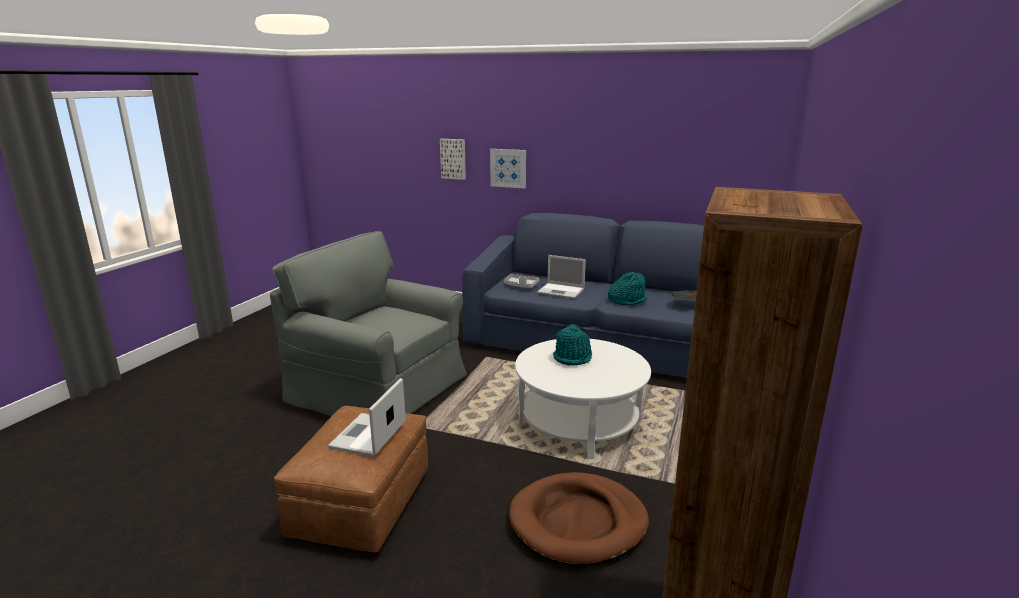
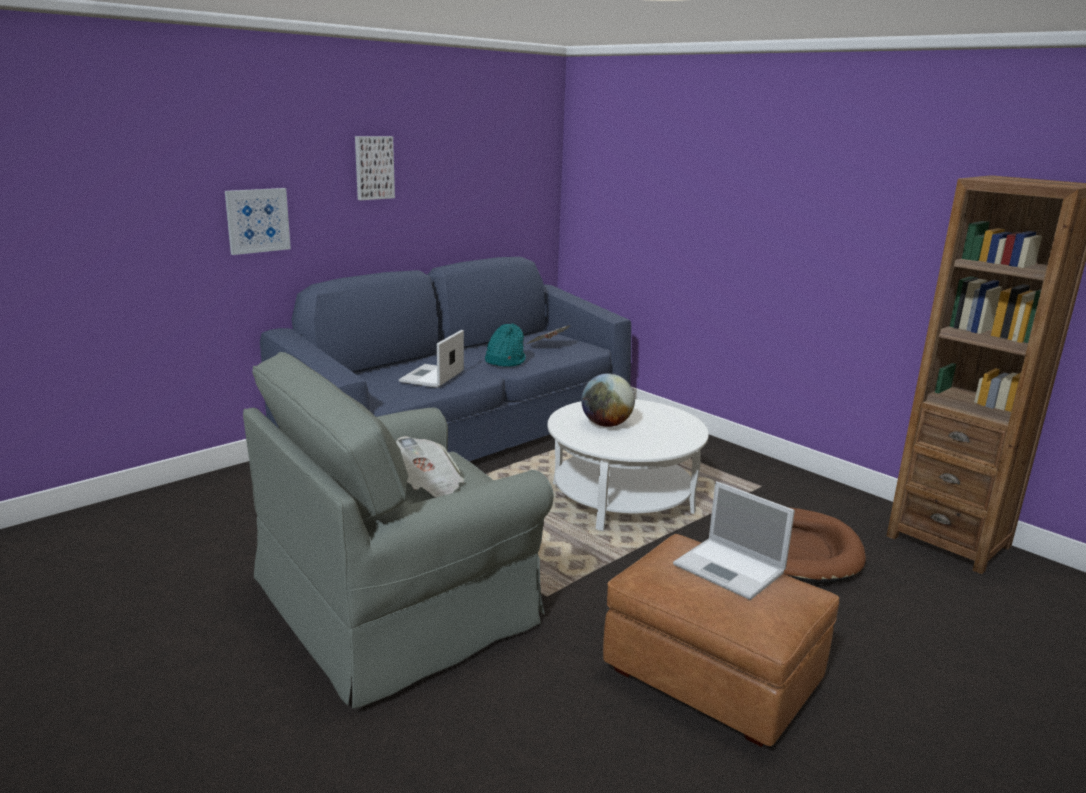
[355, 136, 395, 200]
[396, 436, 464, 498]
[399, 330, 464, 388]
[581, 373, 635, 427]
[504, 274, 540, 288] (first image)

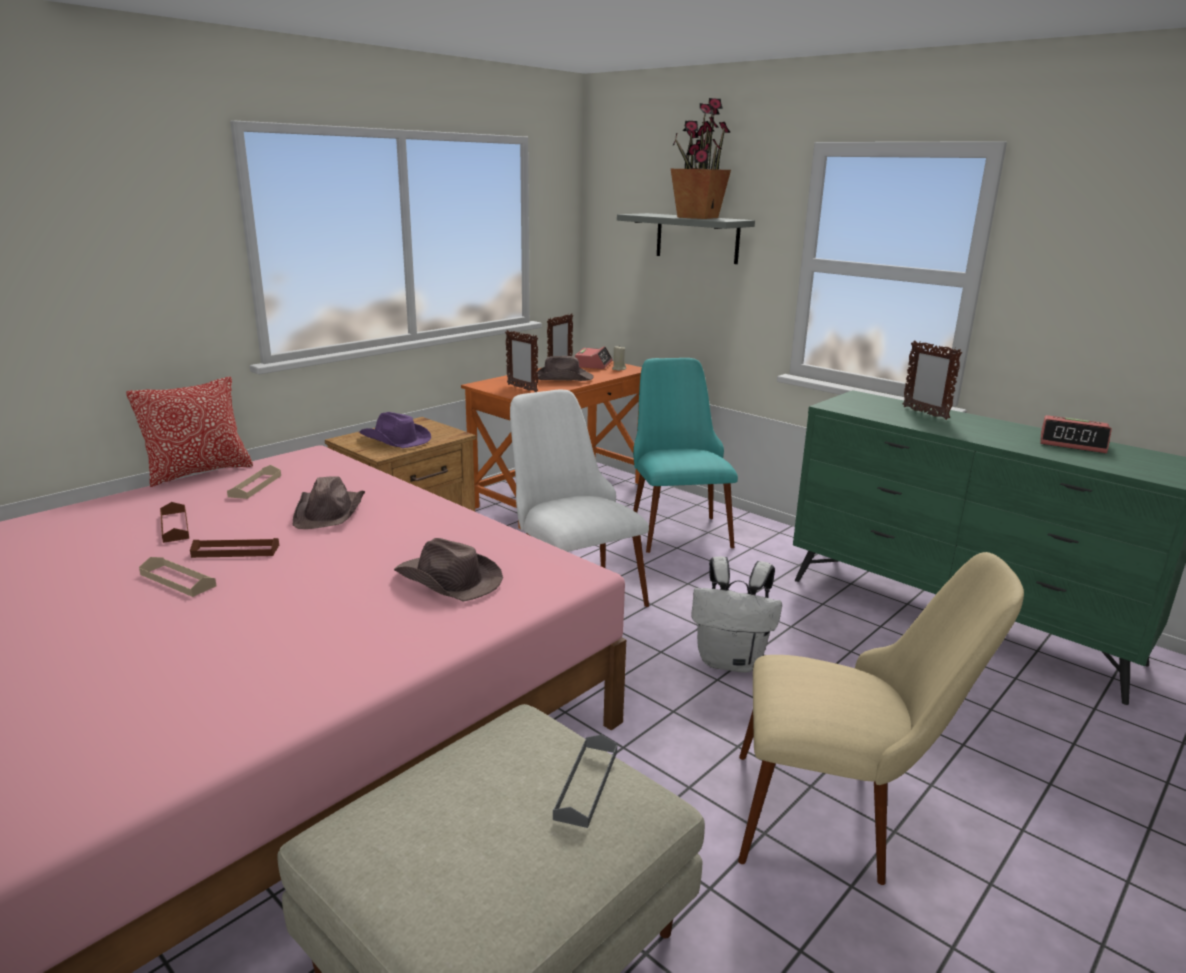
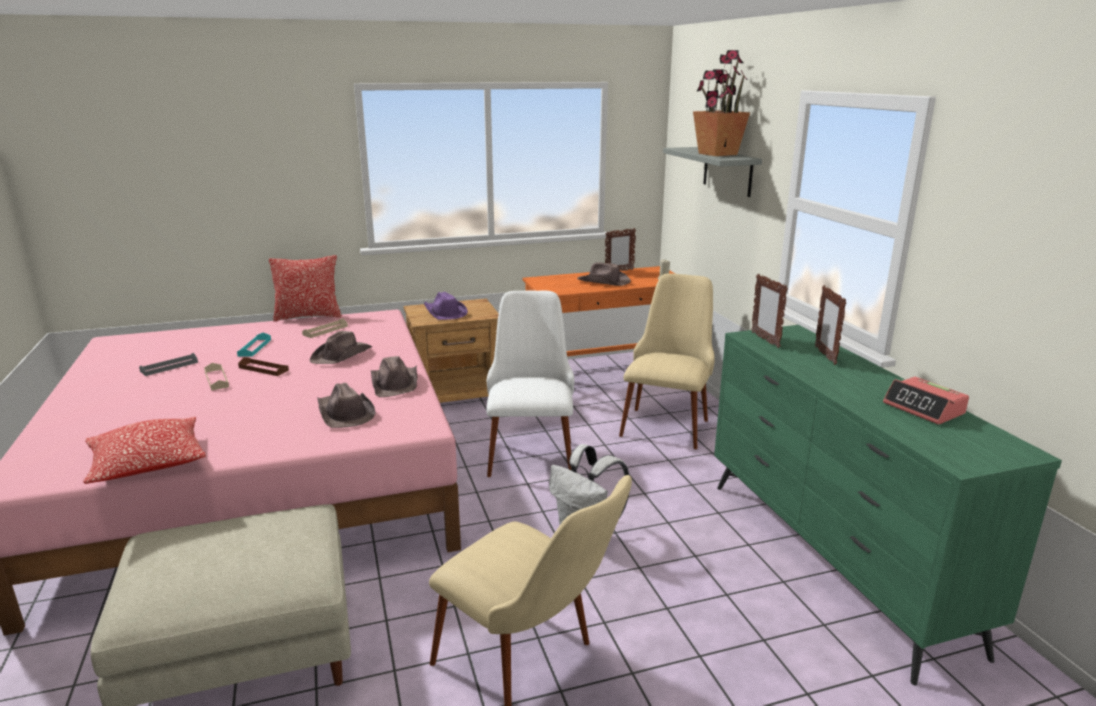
[83, 417, 206, 484]
[139, 353, 198, 376]
[237, 332, 271, 357]
[371, 356, 418, 397]
[619, 273, 715, 449]
[751, 274, 788, 348]
[575, 346, 613, 369] (first image)

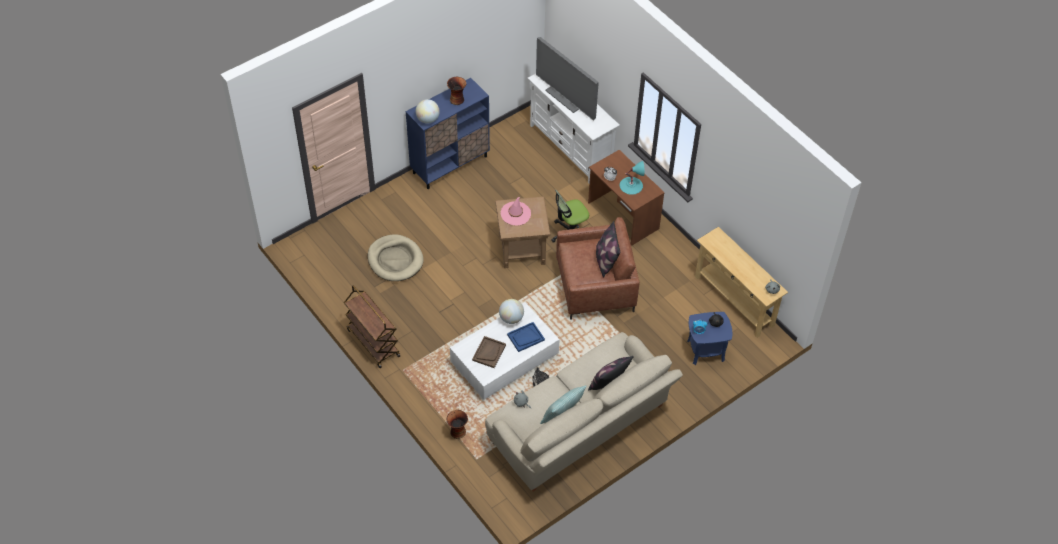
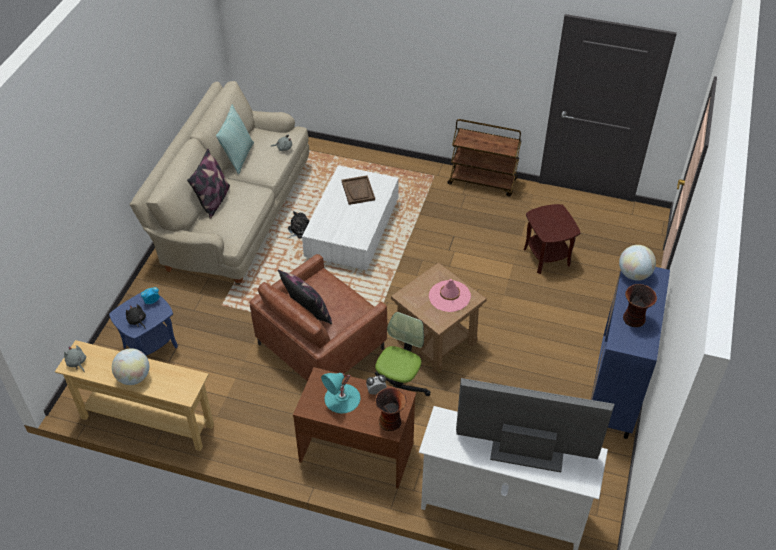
[112, 348, 149, 385]
[375, 388, 406, 431]
[524, 204, 581, 274]
[507, 322, 545, 352] (first image)

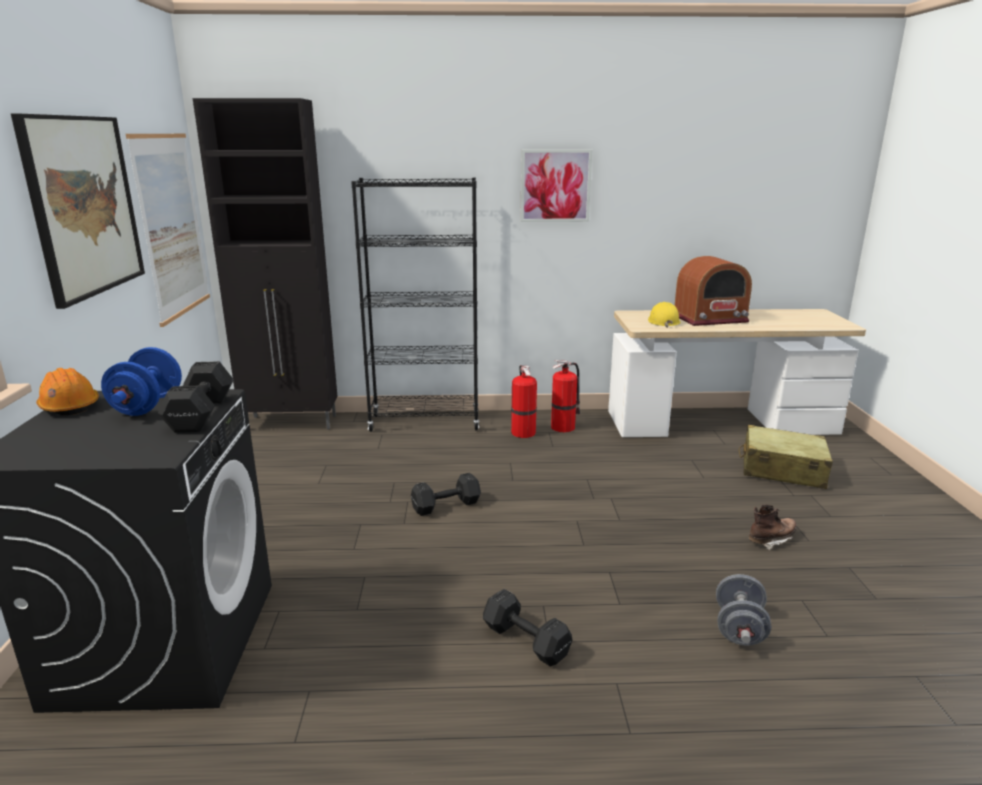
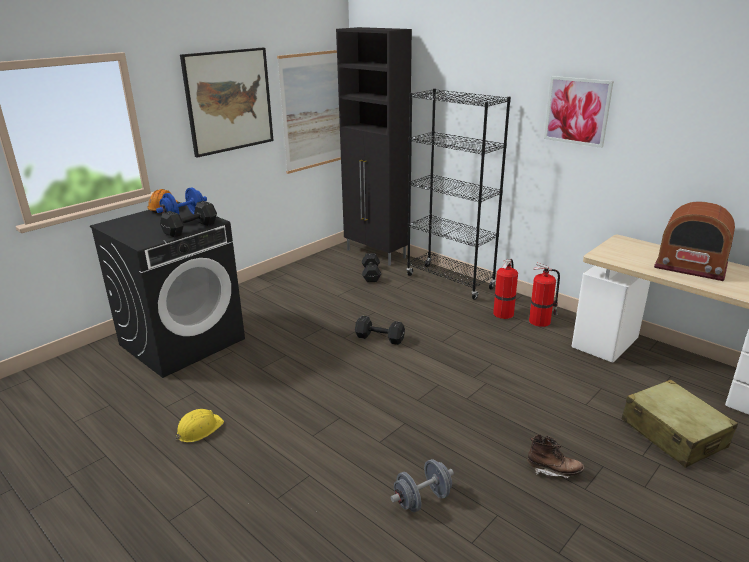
[176, 409, 224, 443]
[362, 253, 381, 282]

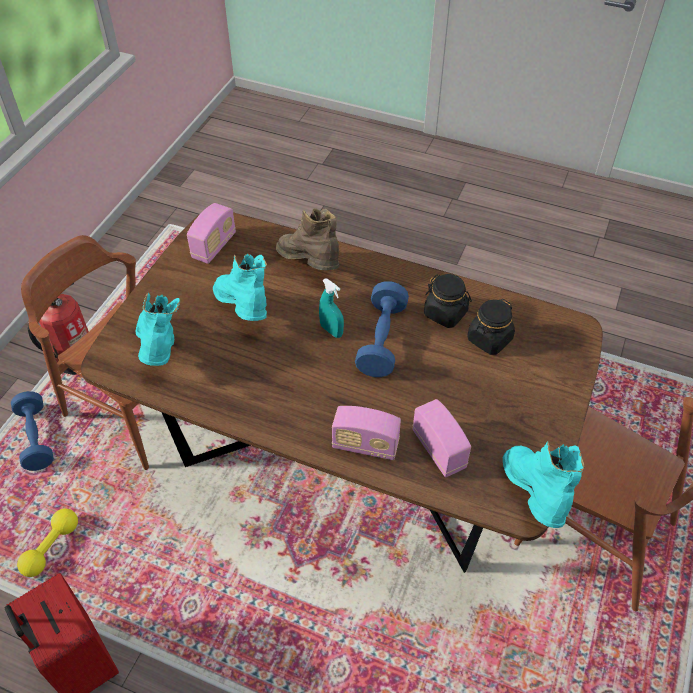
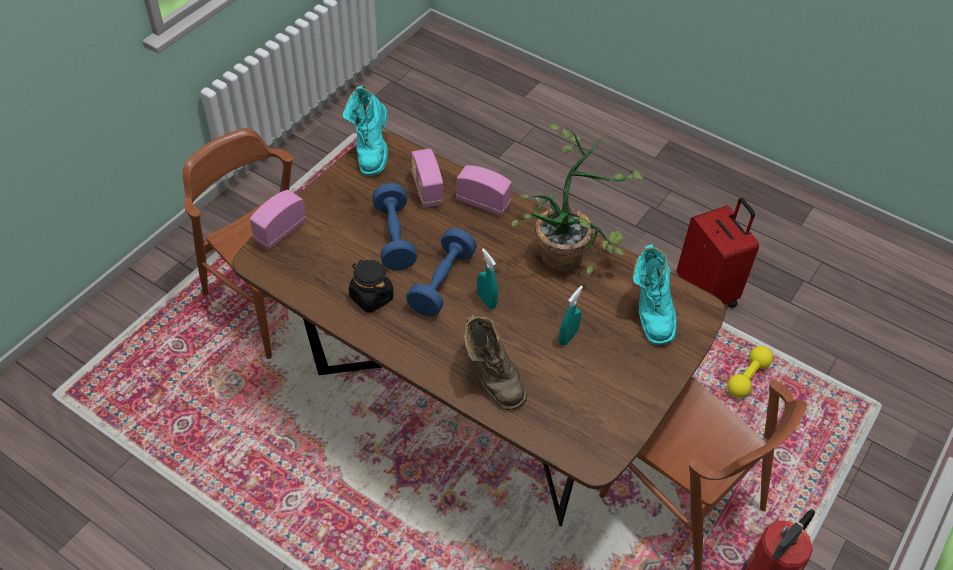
[250, 190, 306, 250]
[372, 183, 417, 270]
[512, 124, 644, 275]
[559, 285, 583, 345]
[468, 299, 515, 355] (first image)

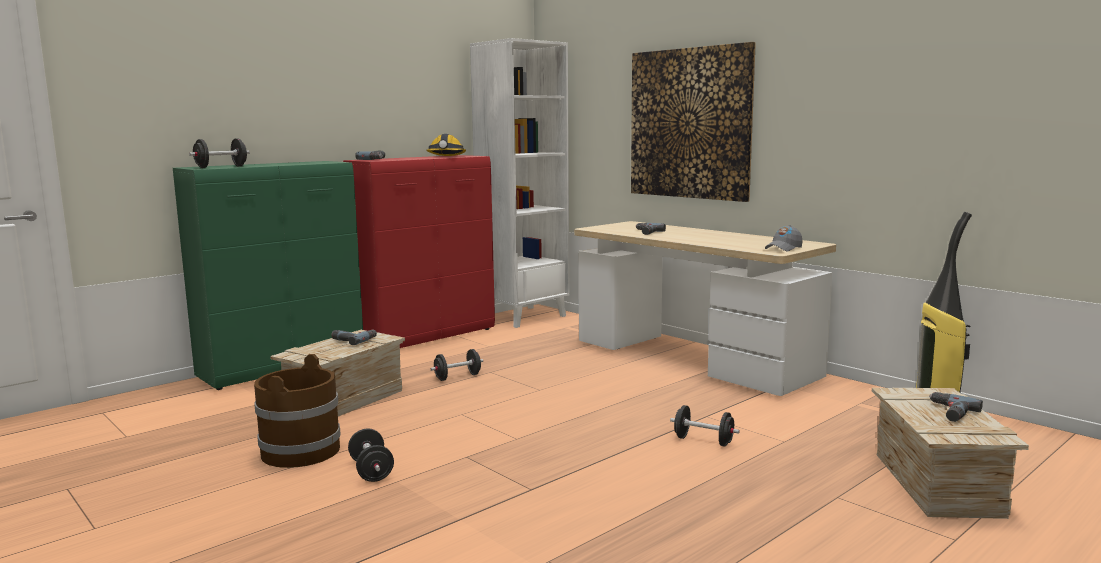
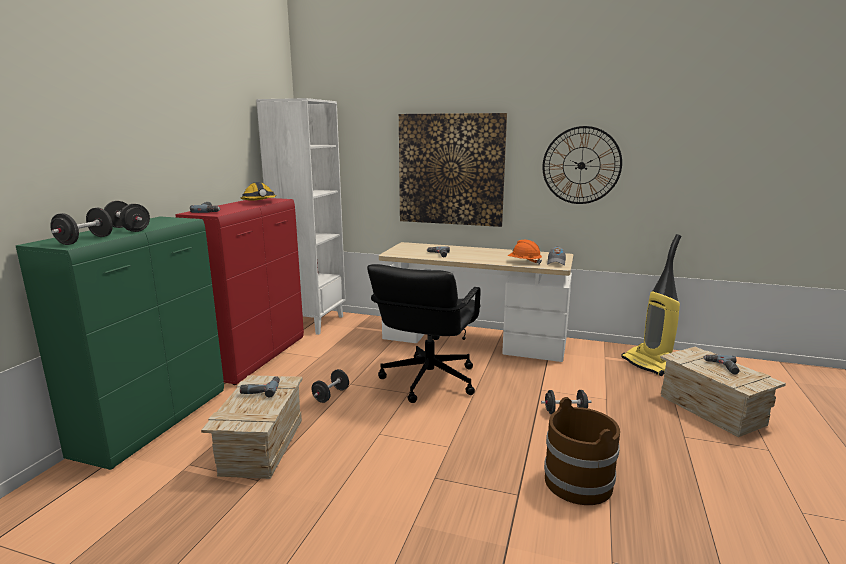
[104, 201, 150, 232]
[367, 264, 481, 403]
[508, 240, 542, 264]
[543, 126, 622, 204]
[544, 397, 620, 505]

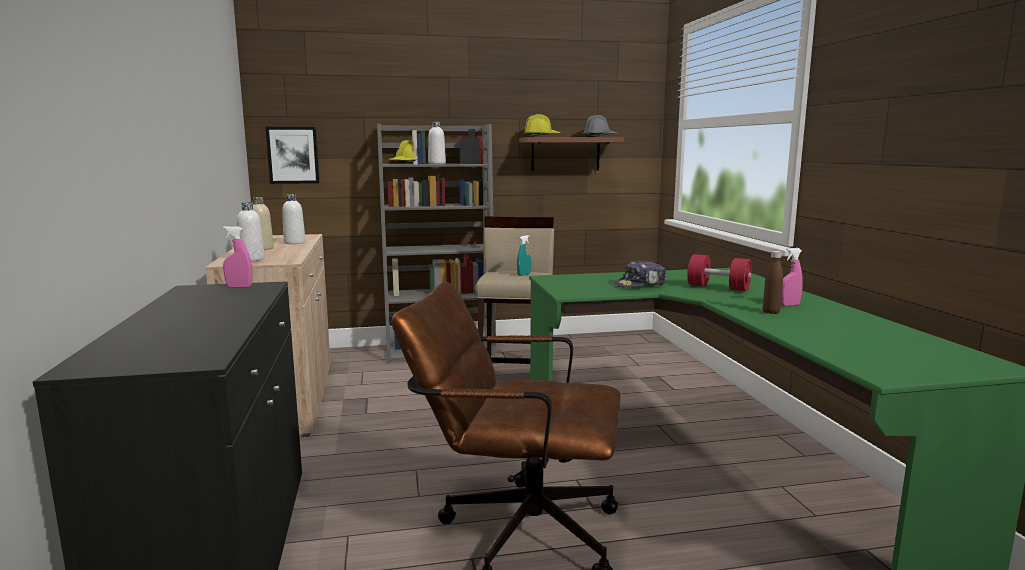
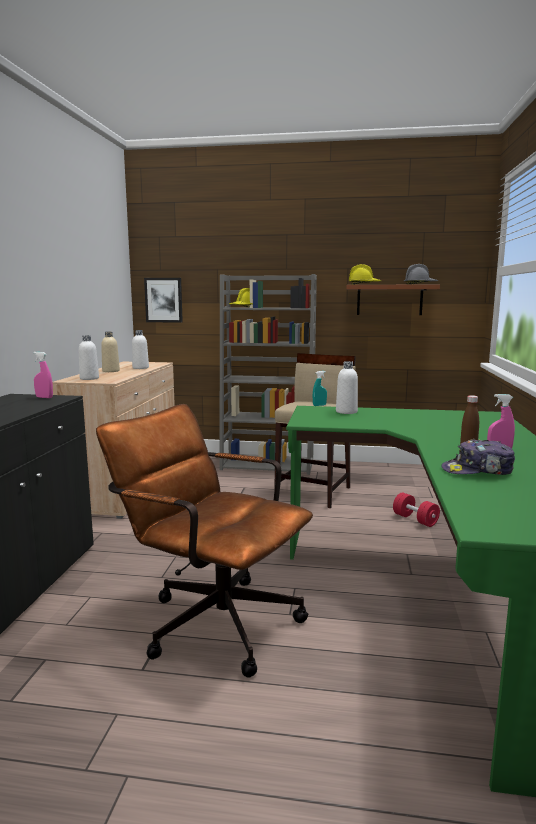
[336, 361, 358, 414]
[393, 492, 440, 527]
[441, 439, 515, 475]

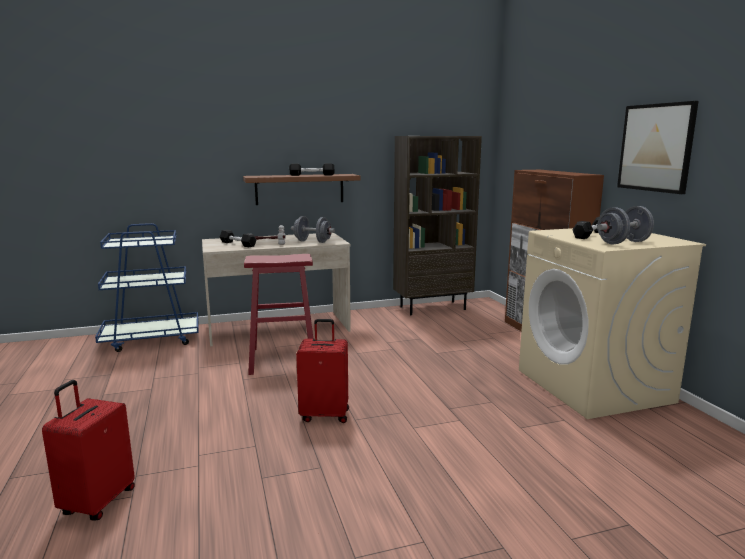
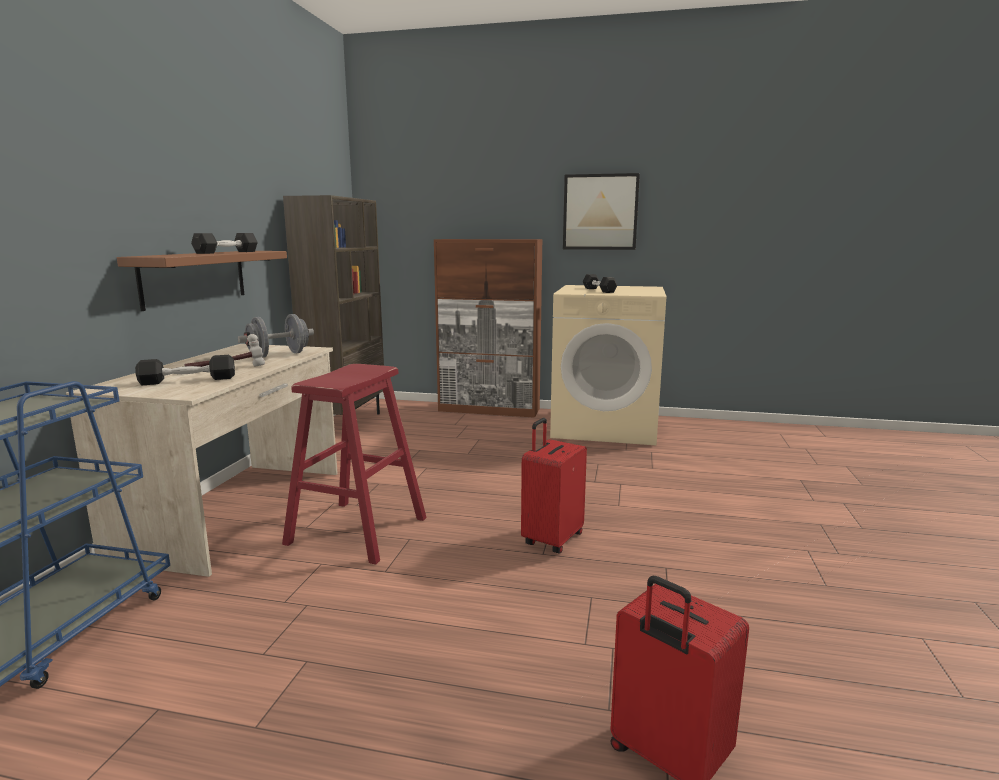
[597, 206, 654, 244] (first image)

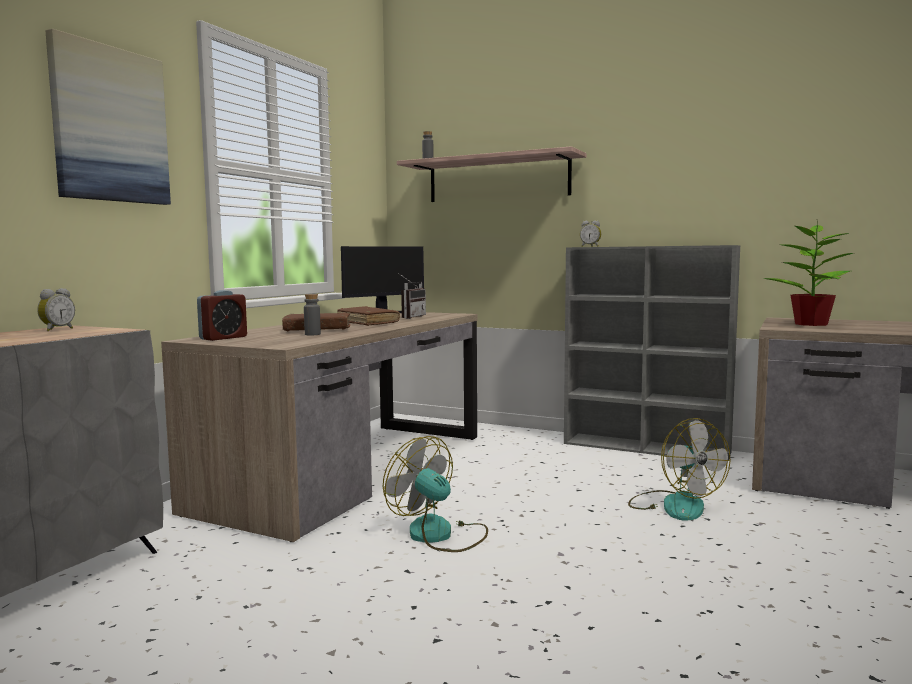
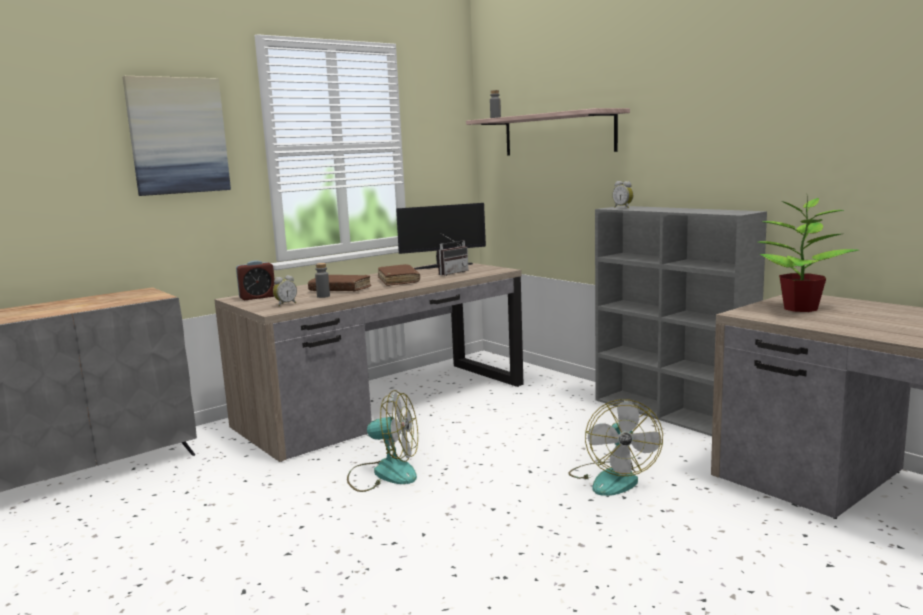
[273, 275, 297, 306]
[347, 390, 418, 492]

